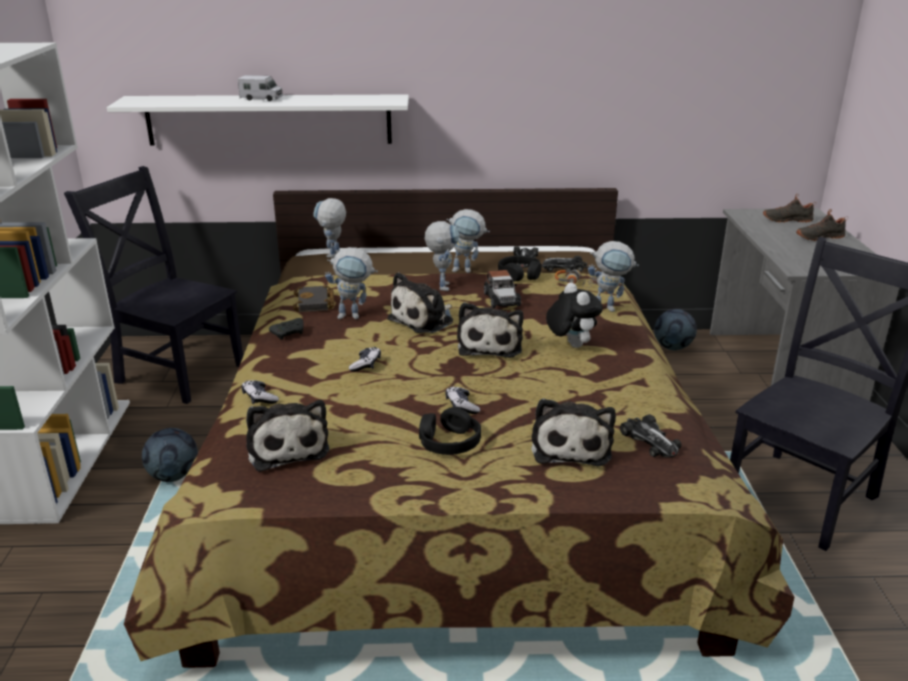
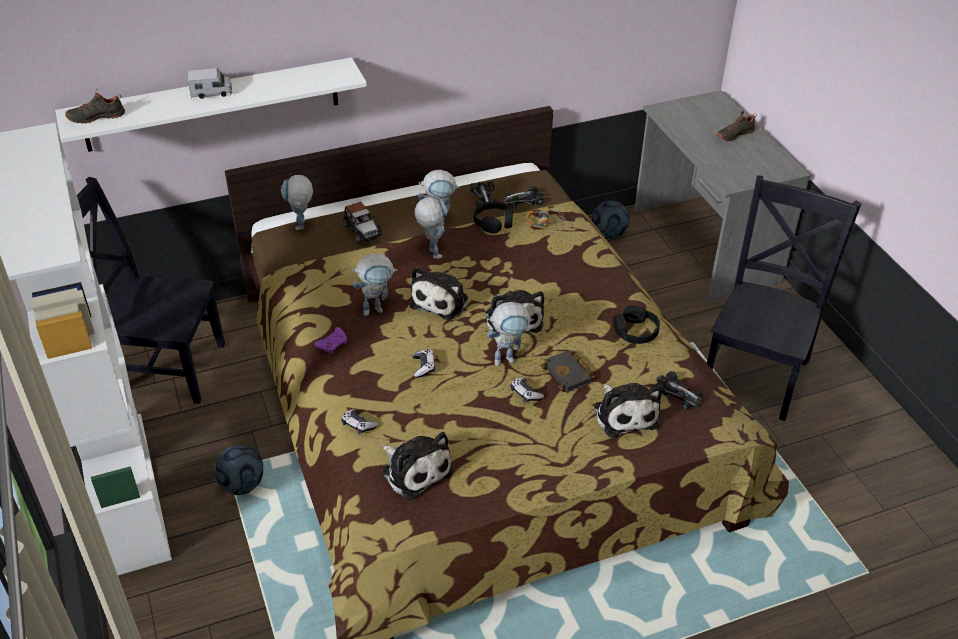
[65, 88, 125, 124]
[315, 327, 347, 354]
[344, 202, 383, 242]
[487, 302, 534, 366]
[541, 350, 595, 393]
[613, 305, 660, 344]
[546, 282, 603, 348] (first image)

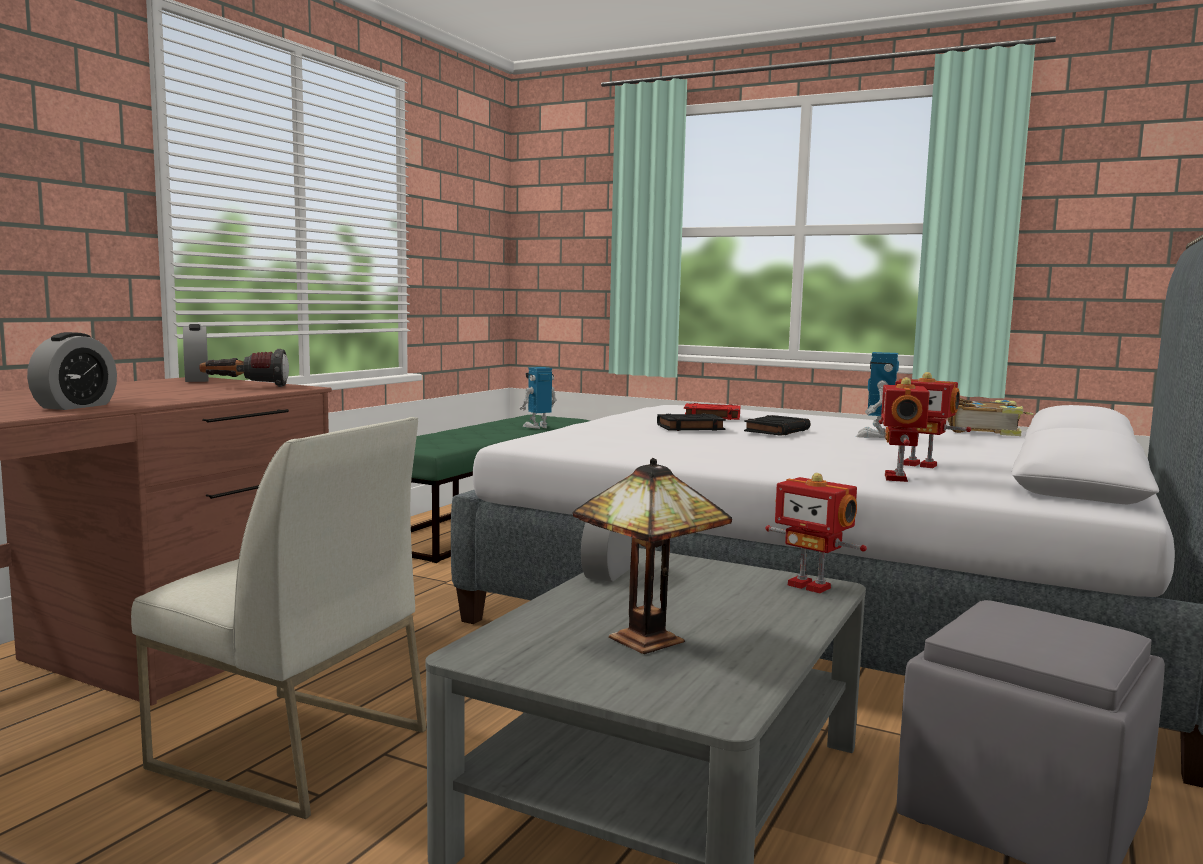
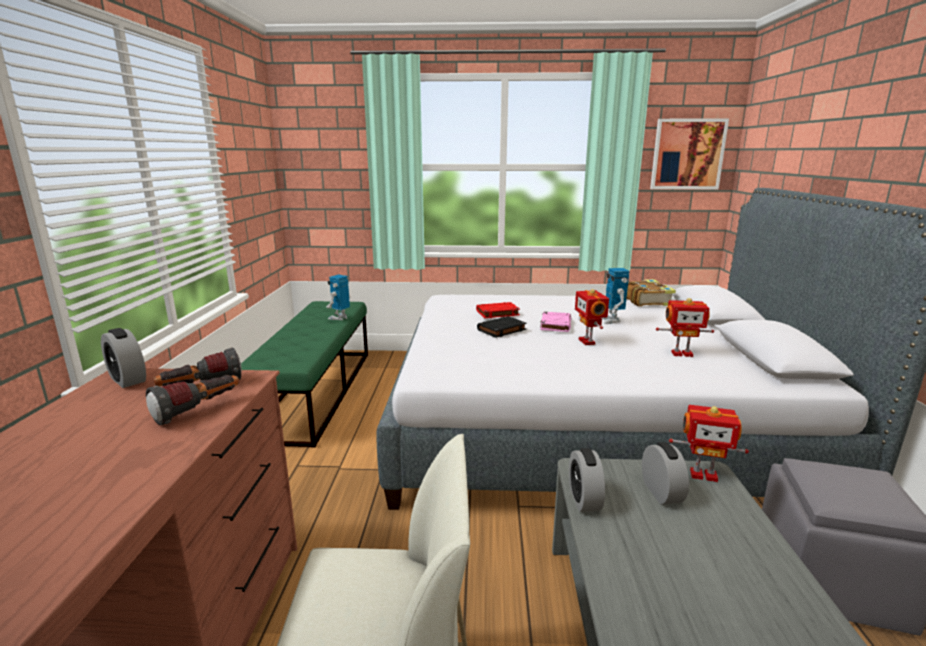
[146, 375, 239, 425]
[540, 312, 571, 332]
[575, 289, 609, 345]
[642, 442, 689, 505]
[650, 118, 729, 189]
[573, 458, 732, 654] (first image)

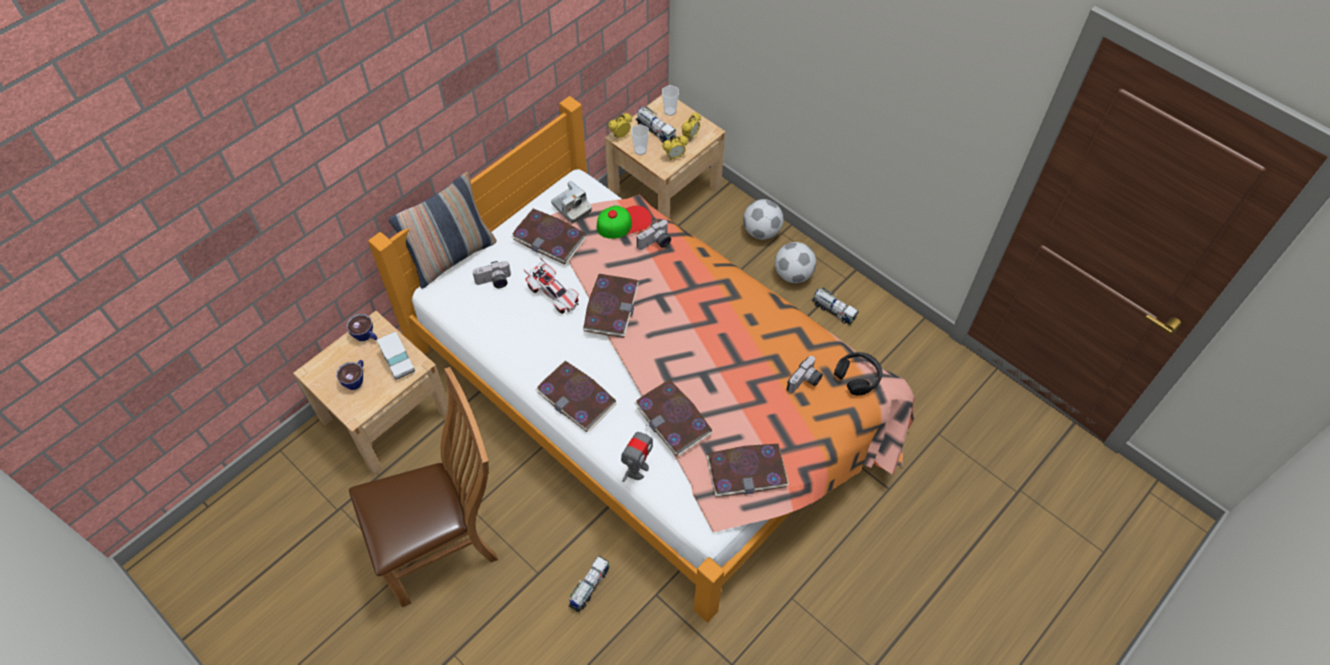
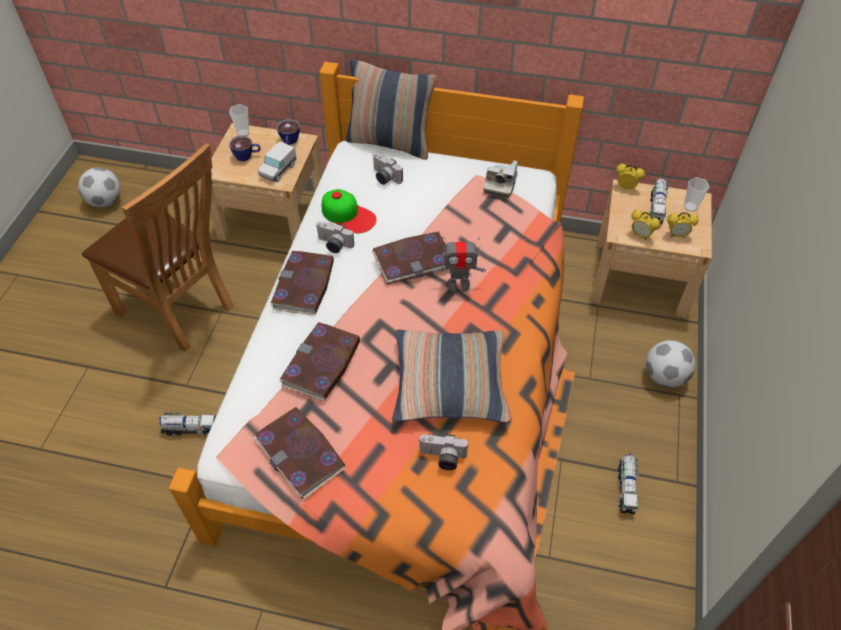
[78, 168, 121, 208]
[229, 104, 249, 136]
[316, 221, 354, 253]
[322, 189, 377, 233]
[392, 330, 512, 423]
[433, 237, 486, 292]
[511, 209, 587, 264] (first image)
[523, 257, 579, 314] (first image)
[834, 352, 882, 395] (first image)

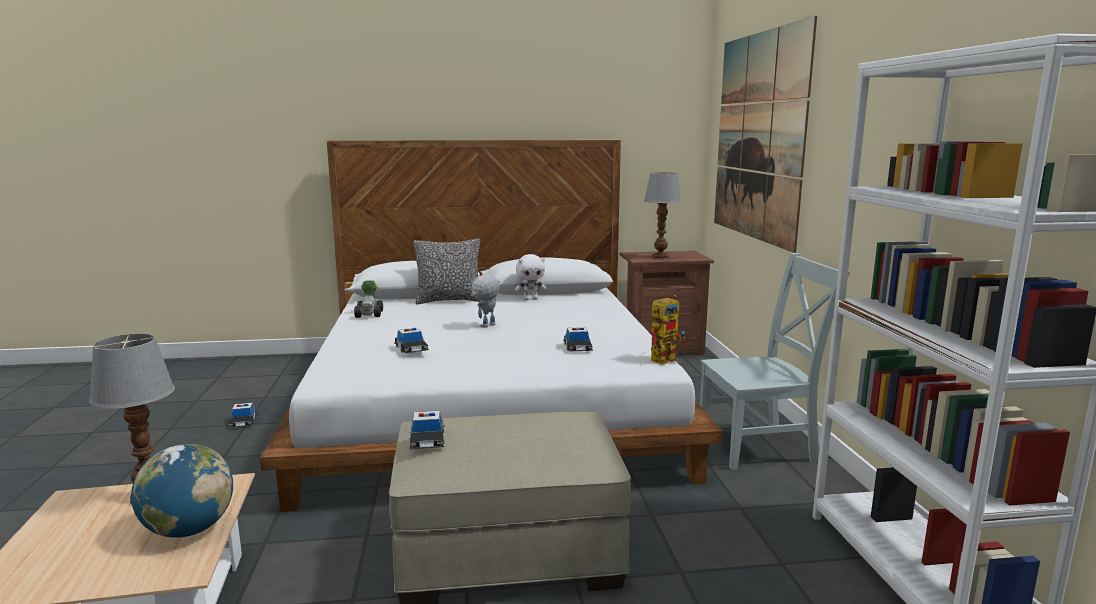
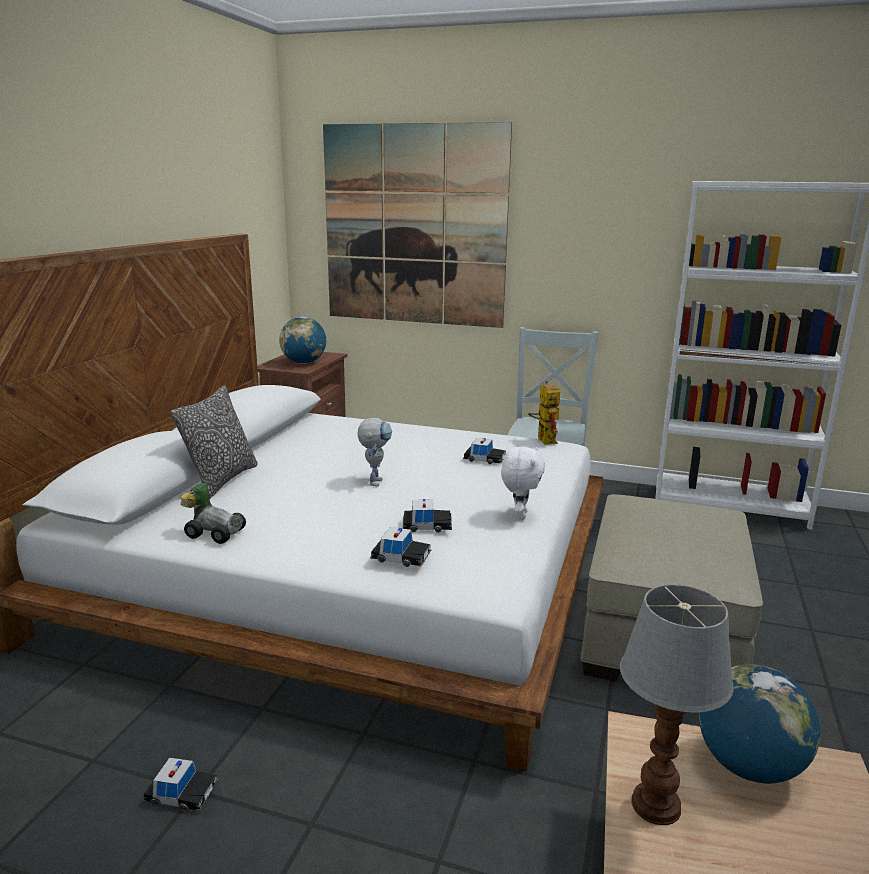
[279, 317, 326, 364]
[357, 417, 392, 487]
[370, 527, 431, 567]
[501, 447, 545, 520]

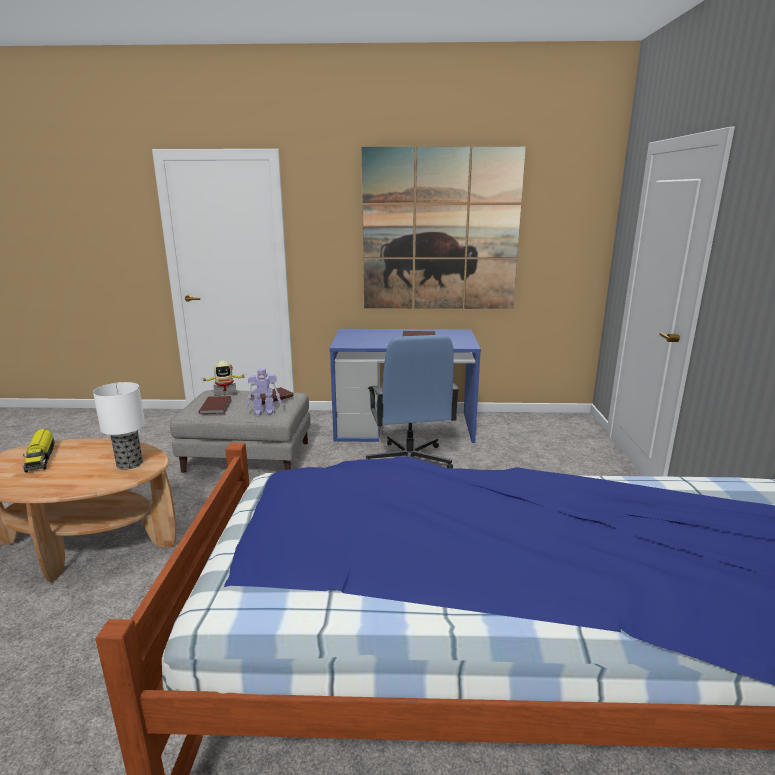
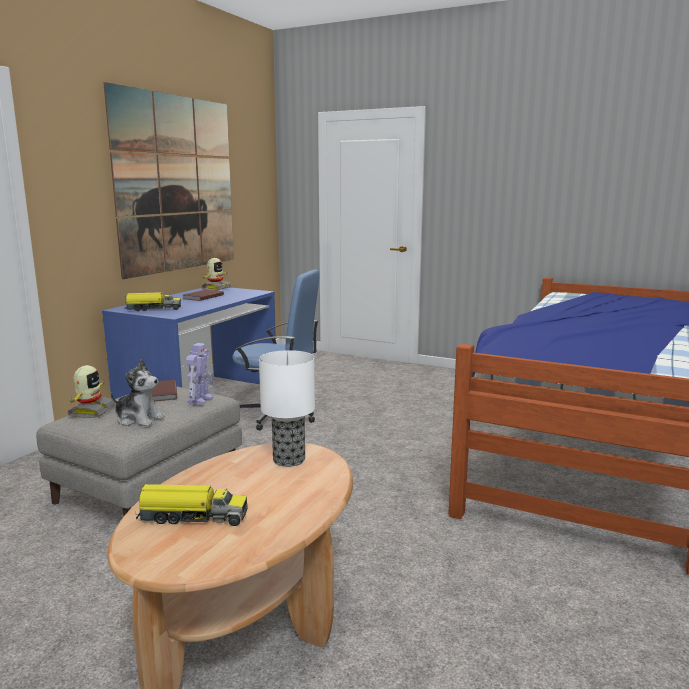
[110, 359, 165, 427]
[125, 292, 181, 311]
[202, 258, 232, 291]

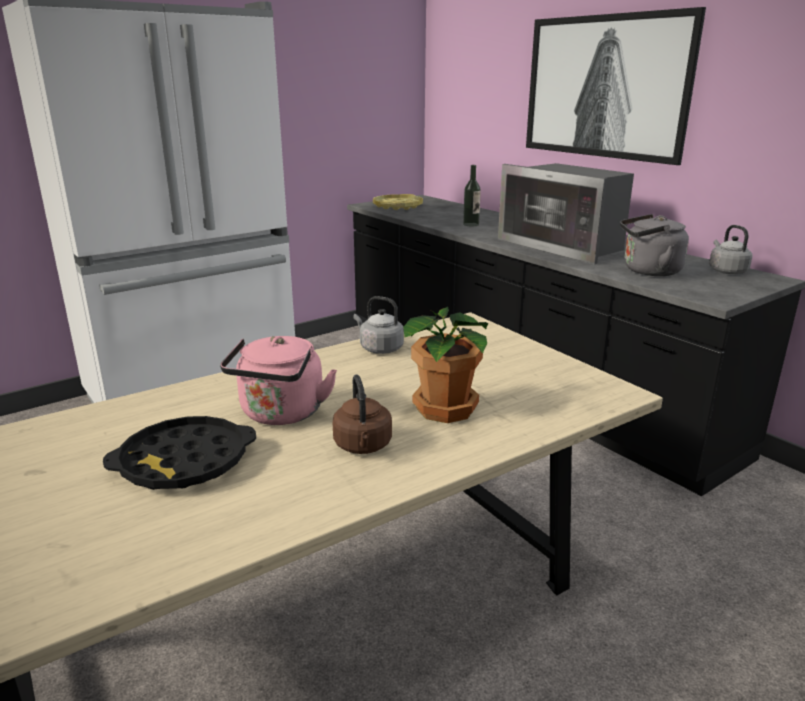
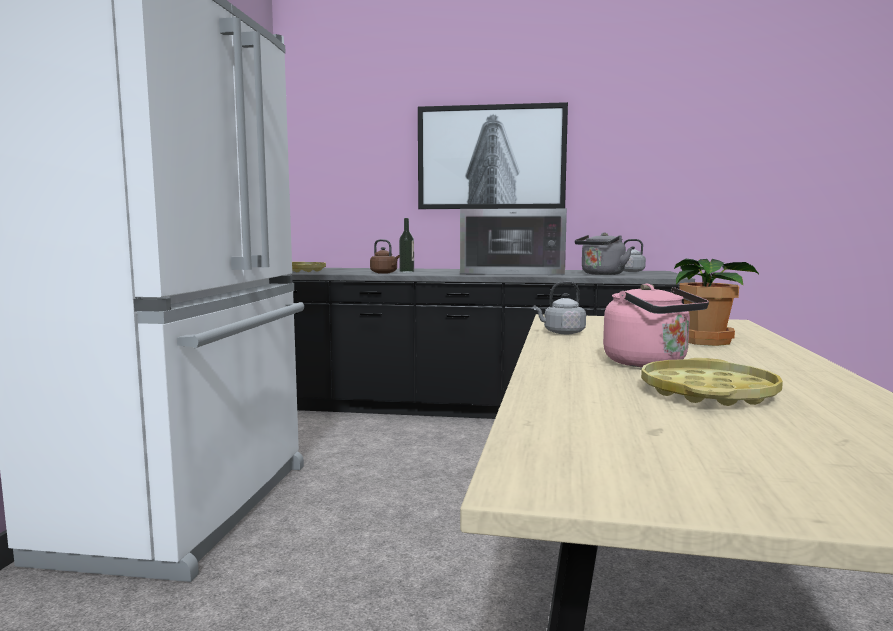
[370, 239, 400, 274]
[641, 358, 783, 406]

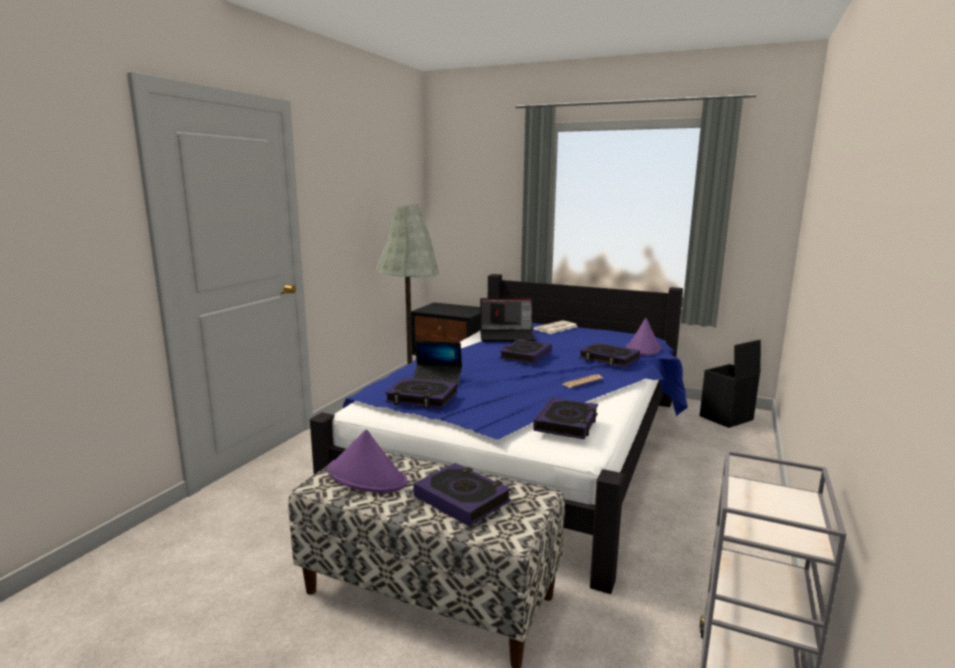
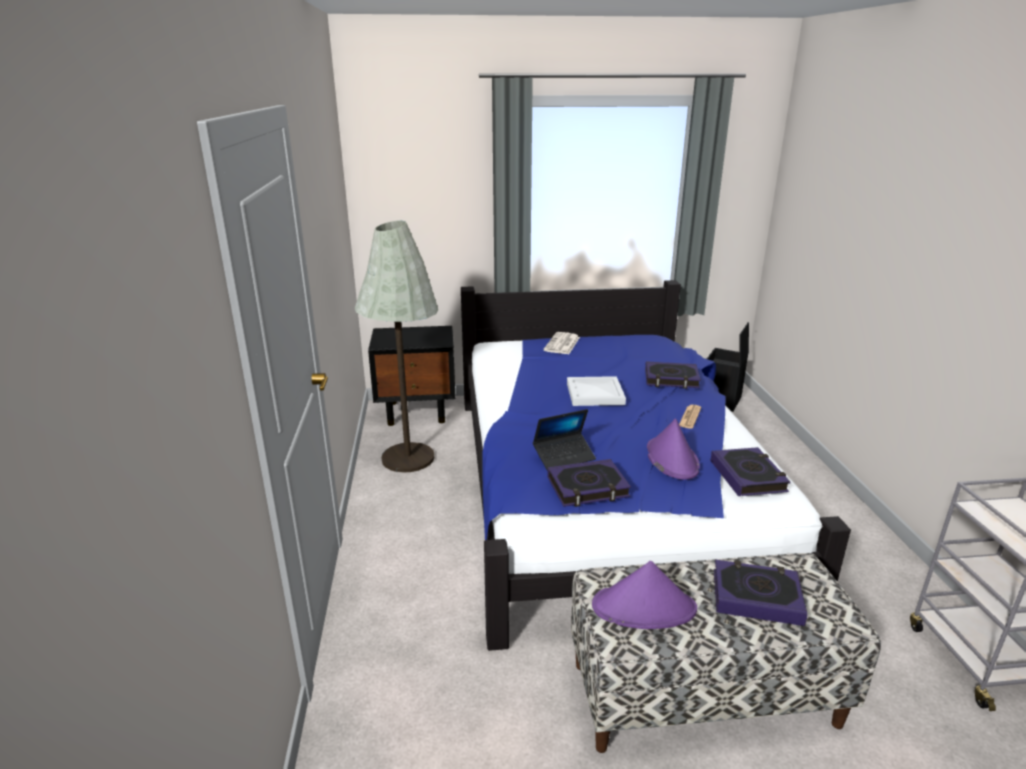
[567, 376, 626, 406]
[647, 418, 700, 480]
[480, 298, 536, 342] (first image)

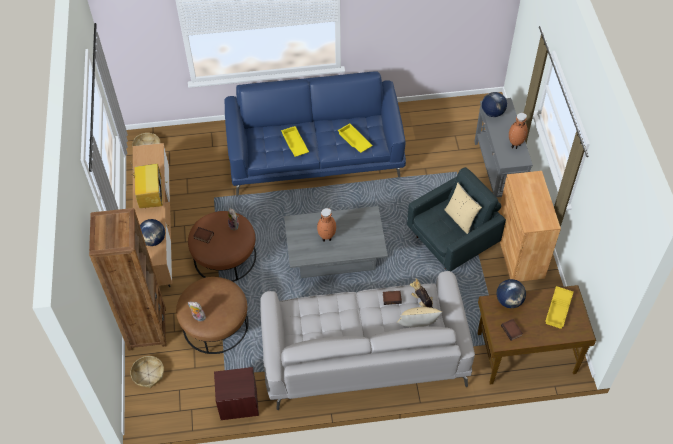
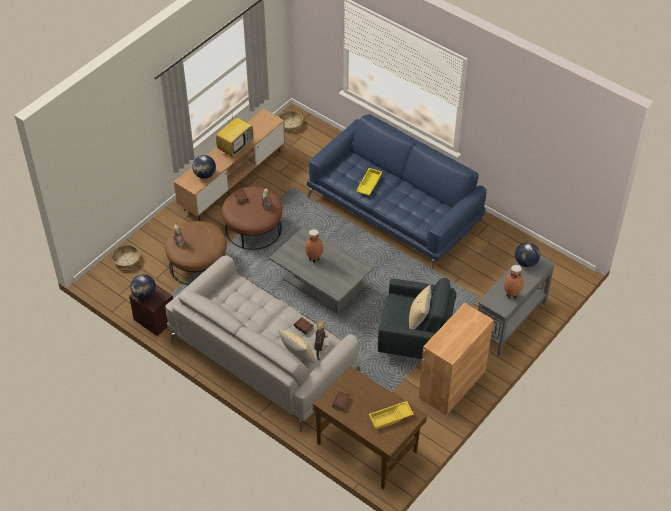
[130, 274, 156, 299]
[89, 208, 167, 351] (first image)
[338, 123, 373, 153] (first image)

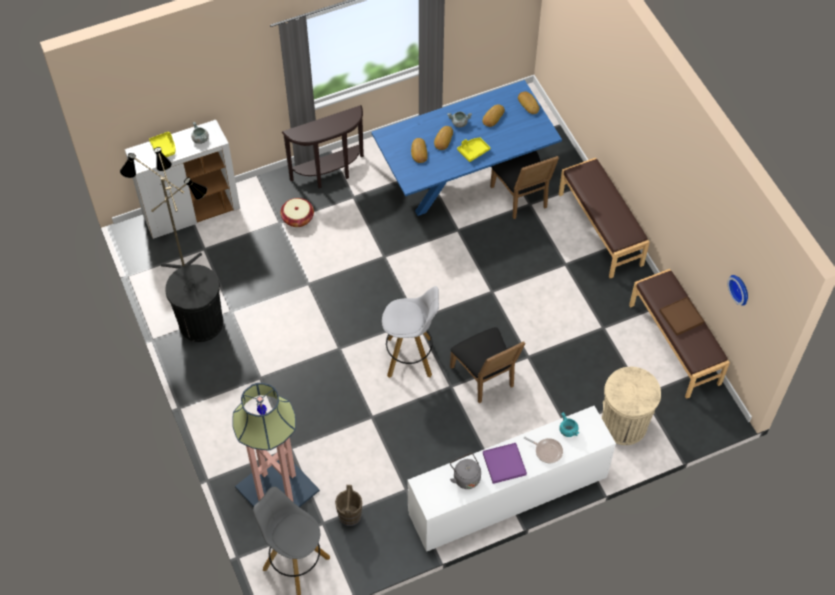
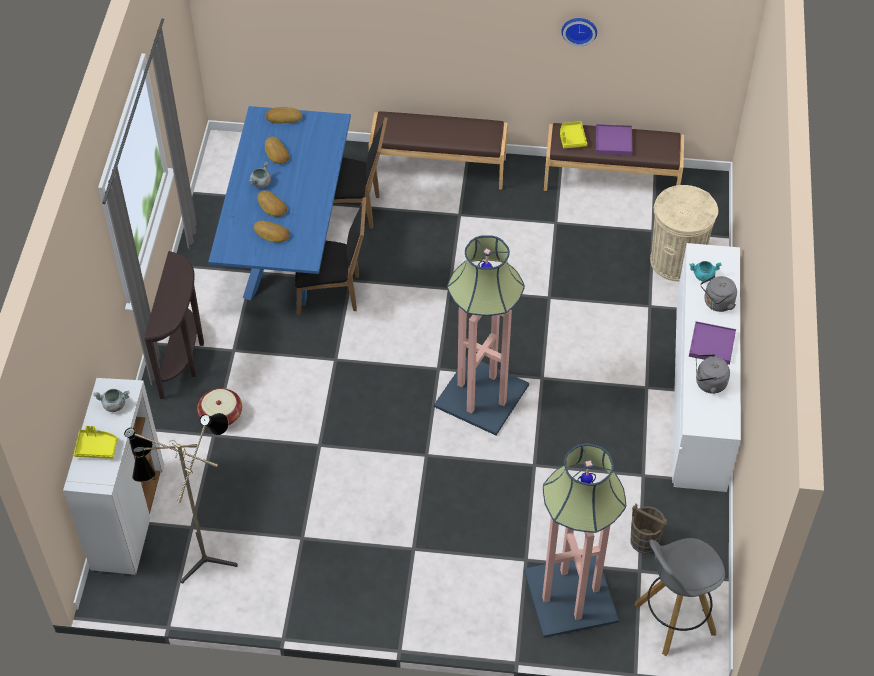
[295, 197, 366, 315]
[434, 235, 529, 435]
[560, 121, 587, 148]
[561, 18, 597, 47]
[595, 124, 632, 155]
[701, 275, 737, 312]
[165, 265, 223, 342] (first image)

